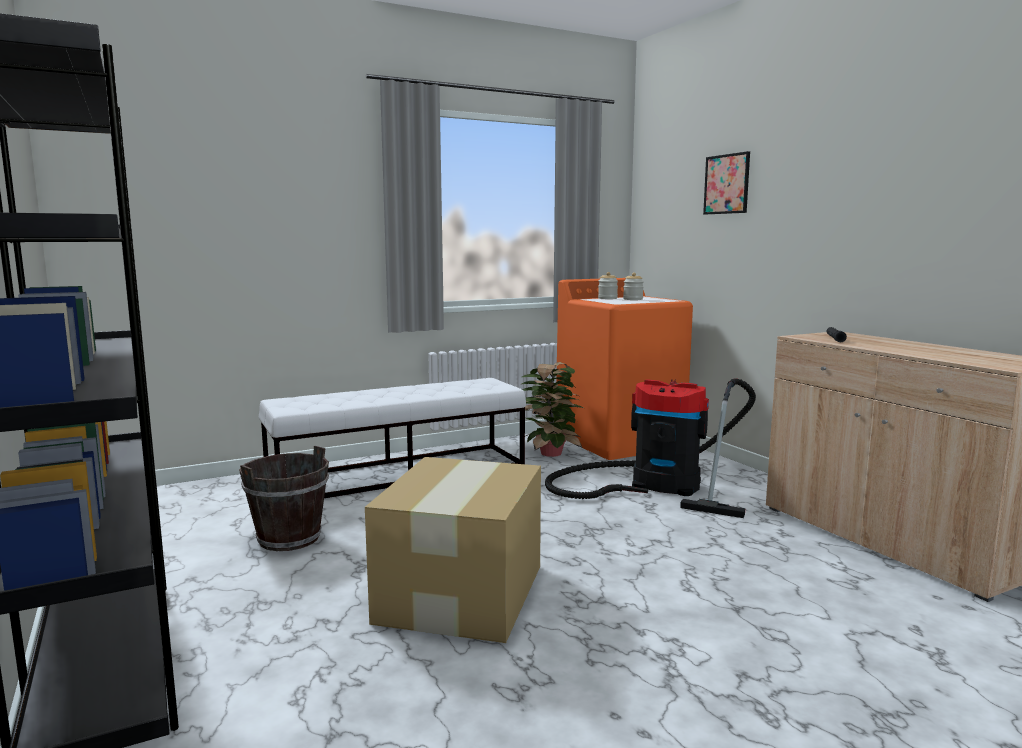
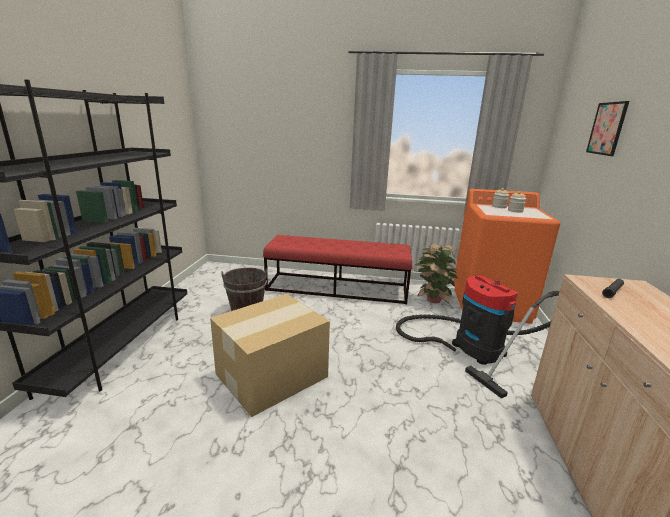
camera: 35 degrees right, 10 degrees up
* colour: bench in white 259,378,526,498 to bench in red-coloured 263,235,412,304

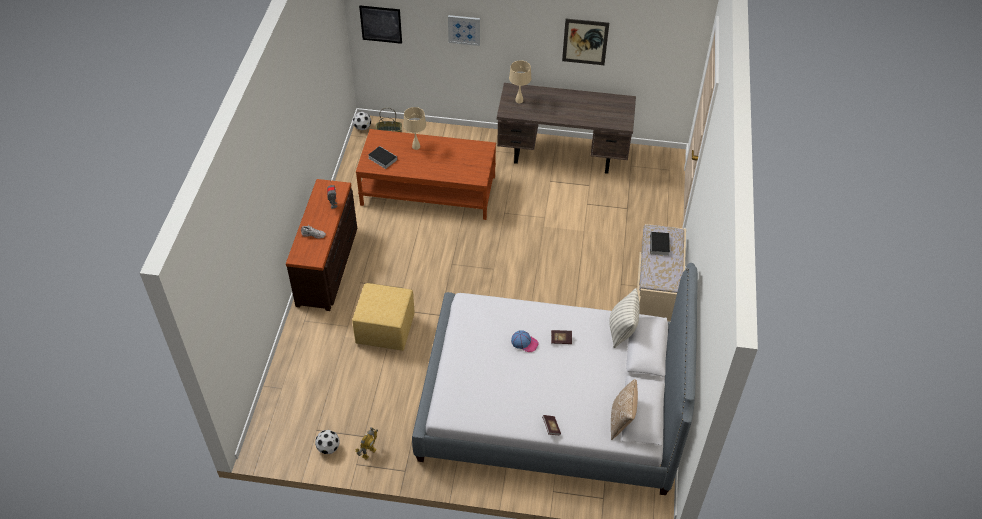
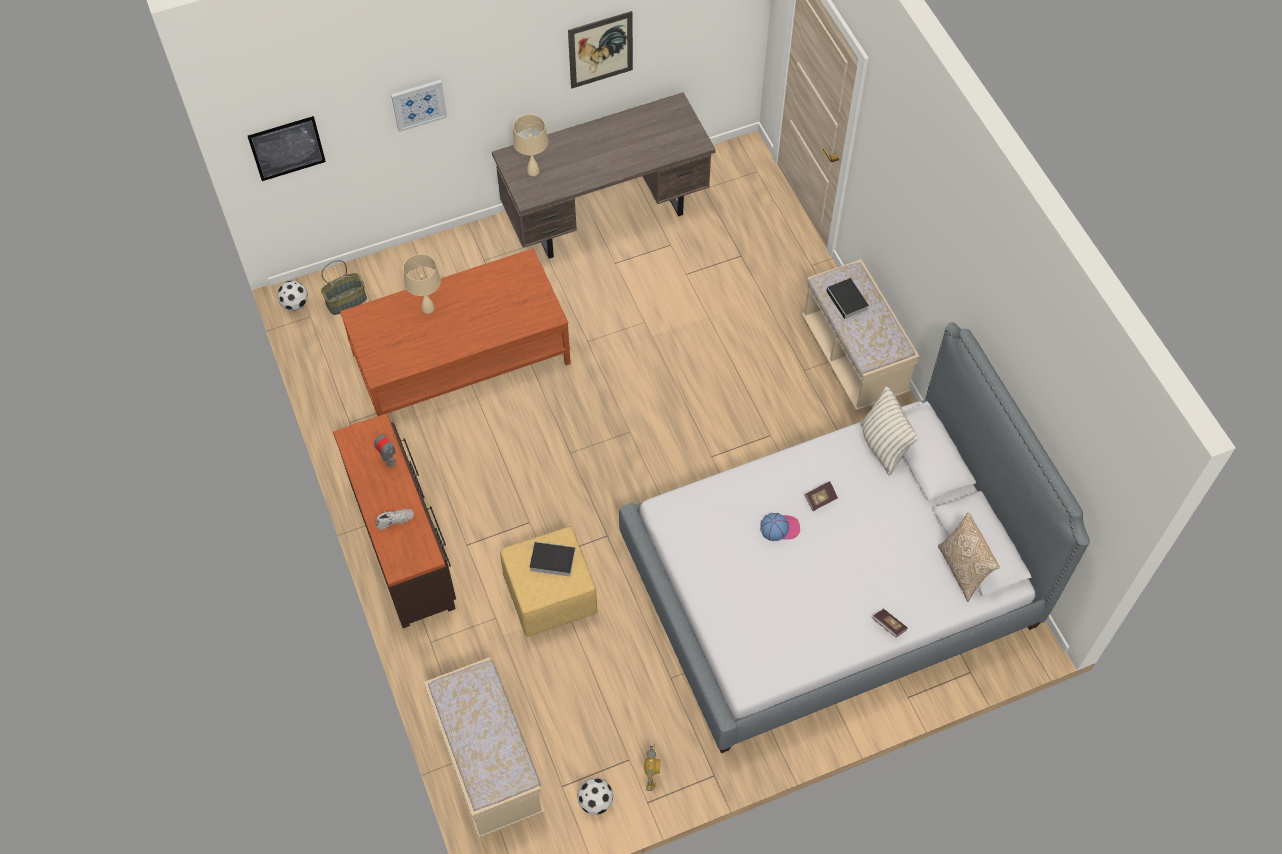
camera: 30 degrees left, 10 degrees up
* appeared: bench in beige-coloured 424,657,545,838
* relocated: book 368,146,397,169 to 527,542,575,577

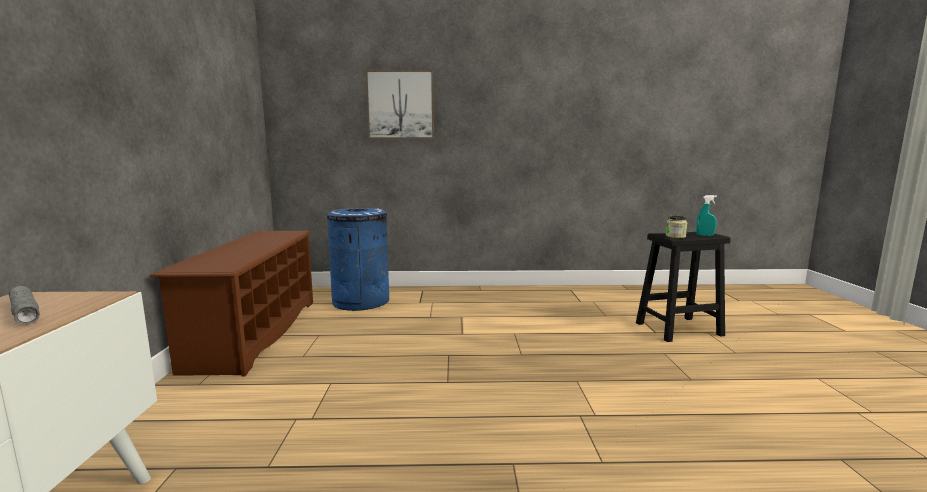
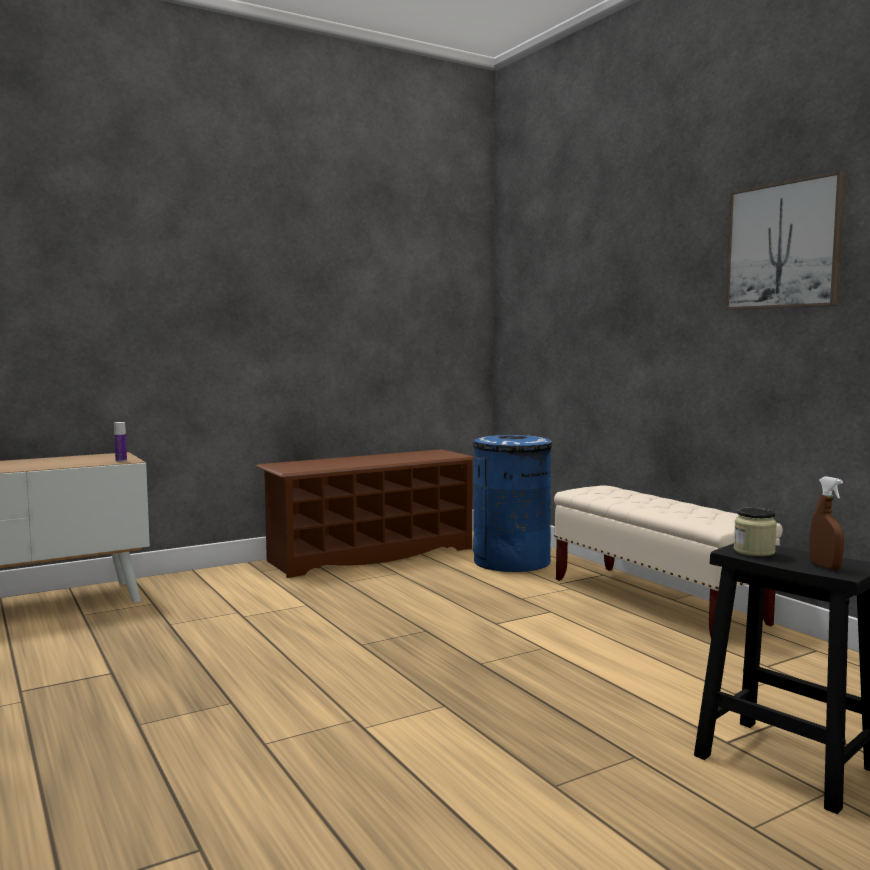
camera: 60 degrees right, 5 degrees down
* appeared: bottle 114,422,127,462
* appeared: bench in beige-coloured 554,485,783,637
* relocated: wall art 366,70,434,139 to 725,171,846,310
* colour: spray bottle in turquoise 696,195,717,236 to spray bottle in brown-coloured 809,476,844,570
* missing: hand torch in grey 9,286,40,324

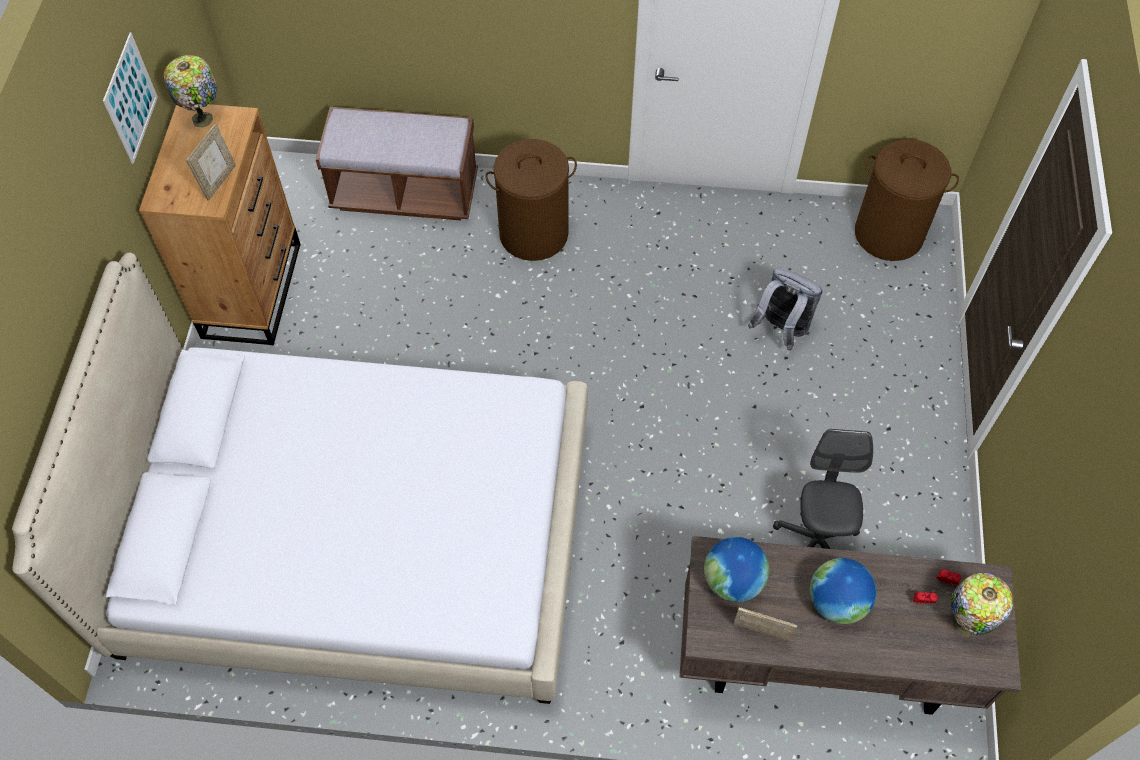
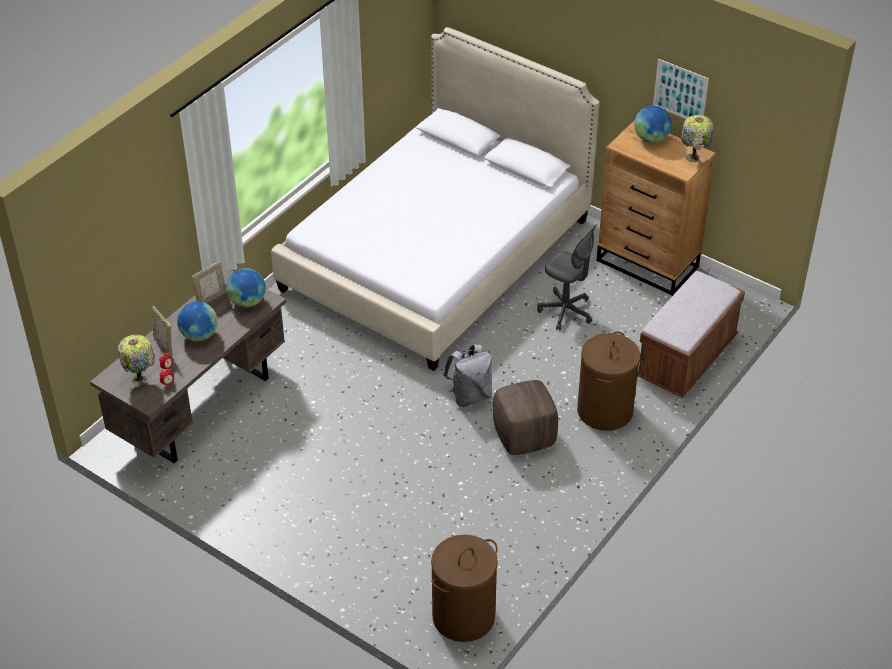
camera: 120 degrees right, 15 degrees down
* relocated: picture frame 186,124,236,201 to 153,306,171,357
* relocated: backpack in grey 748,268,823,350 to 443,345,492,407
* appeared: ottoman in brown-coloured 493,380,558,455
* relocated: computer chair in grey 773,429,873,549 to 537,225,596,330
* appeared: globe 634,105,672,143

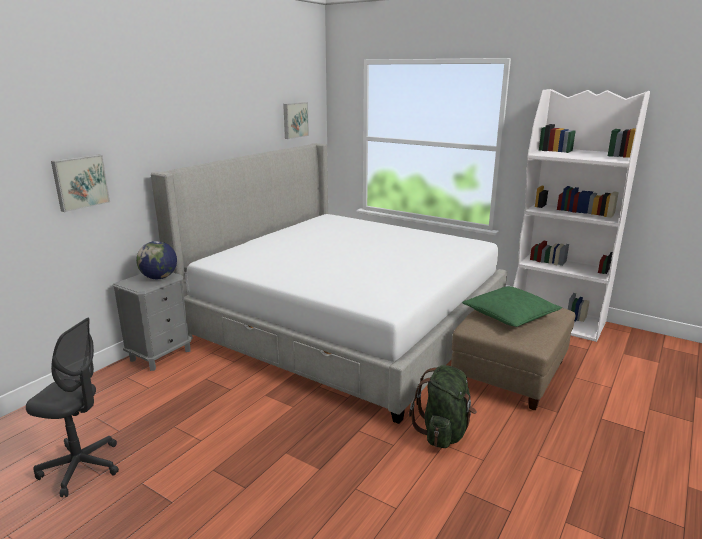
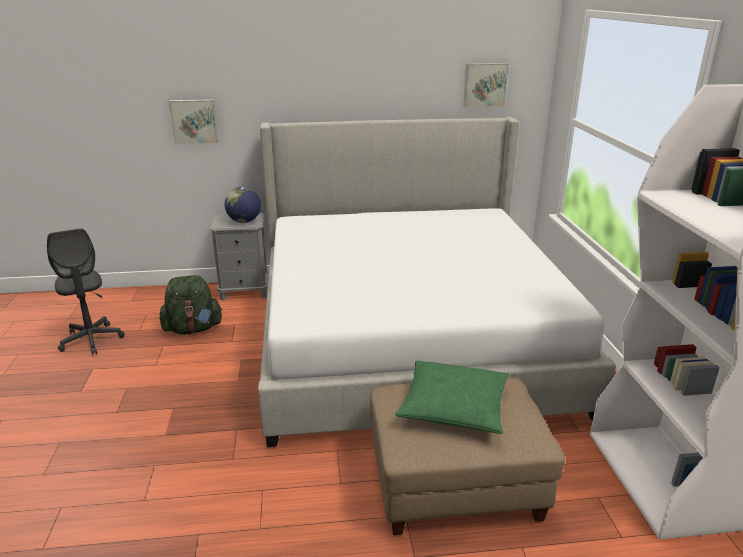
camera: 50 degrees right, 5 degrees up
* relocated: backpack in green-coloured 409,365,477,448 to 159,275,223,334

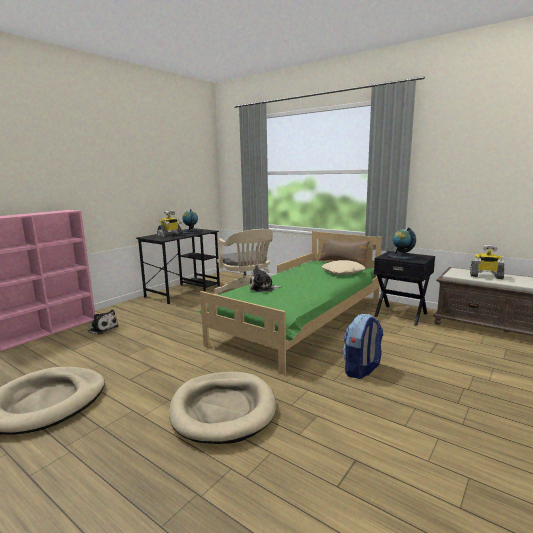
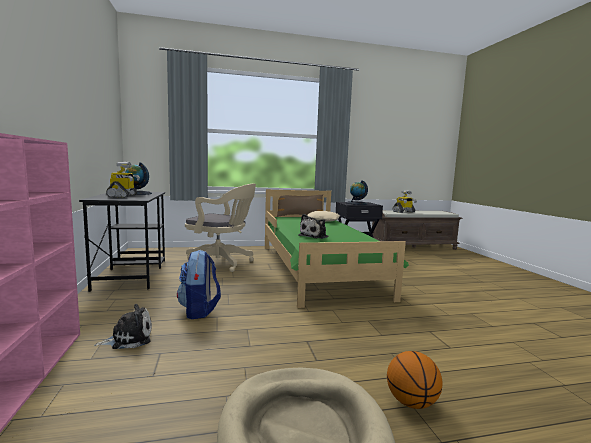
camera: 50 degrees left, 5 degrees down
* relocated: backpack 343,314,383,379 to 177,250,221,319
* appeared: basketball ball 387,351,442,409
* missing: dog bed in beige-coloured 169,372,276,444

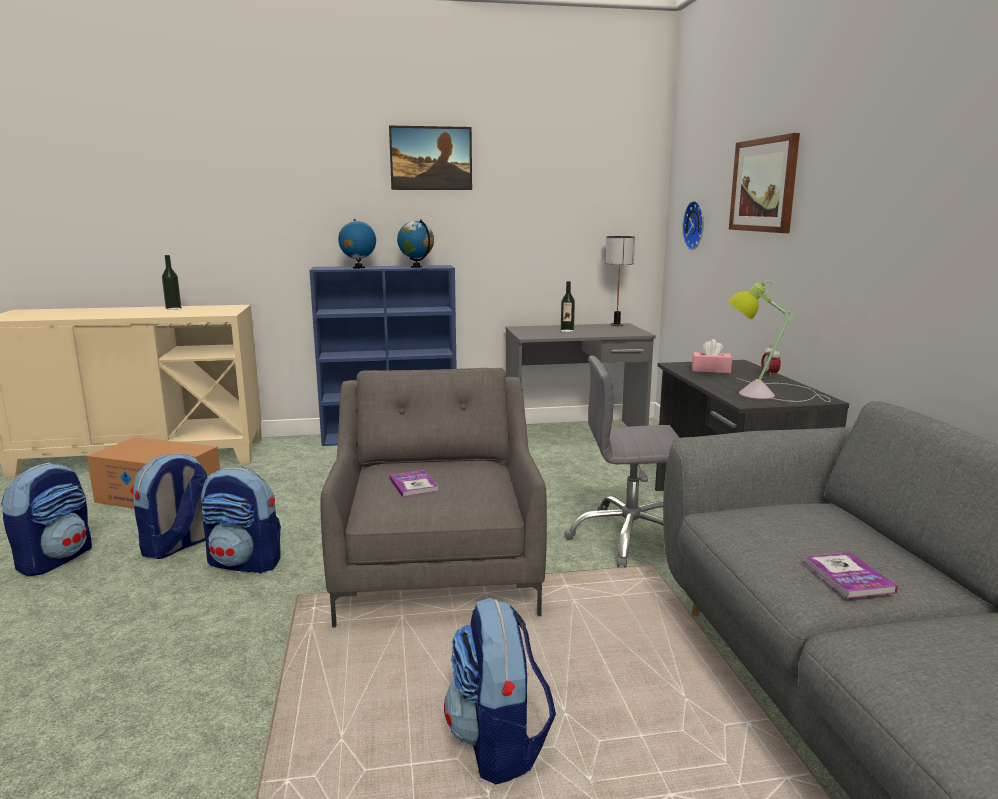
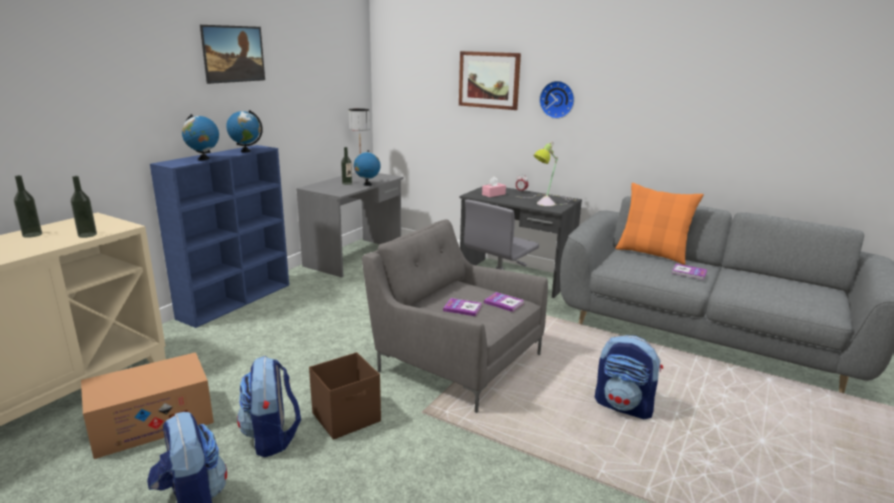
camera: 50 degrees left, 5 degrees up
* appeared: bottle 71,176,97,238
* exchanged: backpack 201,467,281,574 to storage container in brown-coloured 309,352,381,440
* appeared: globe 354,150,381,186
* appeared: book 484,292,524,312
* relocated: wall clock 682,201,704,250 to 539,81,575,119
* appeared: cushion in orange 615,183,704,265

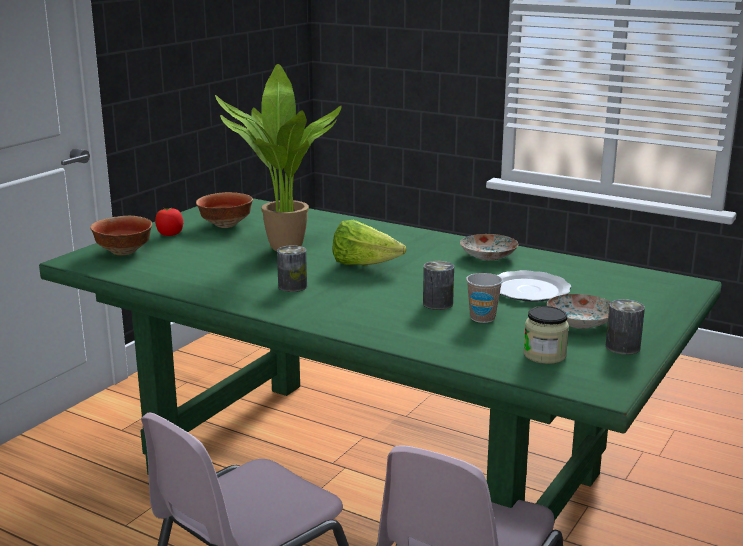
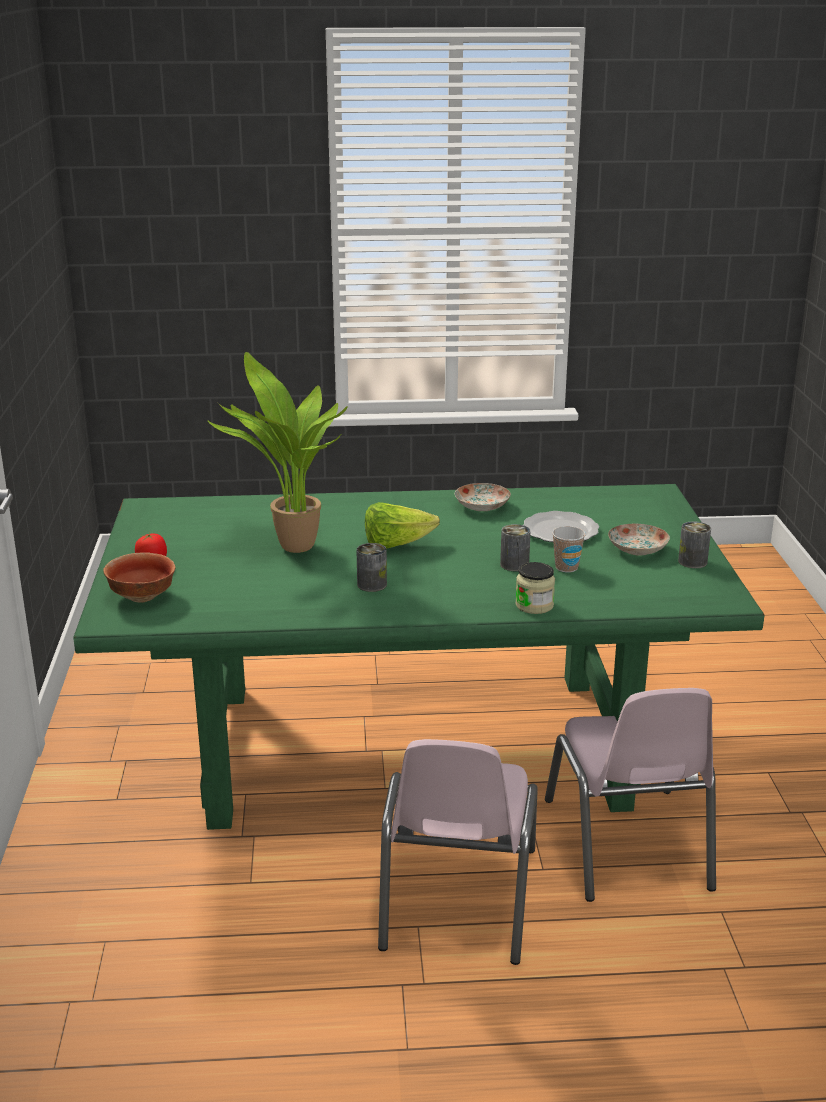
camera: 35 degrees left, 5 degrees up
* relocated: storage jar 523,306,569,364 to 515,562,555,614
* missing: bowl 196,192,253,228

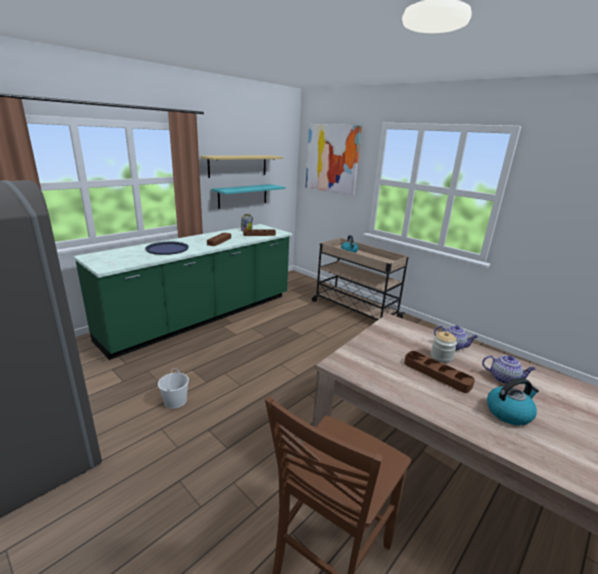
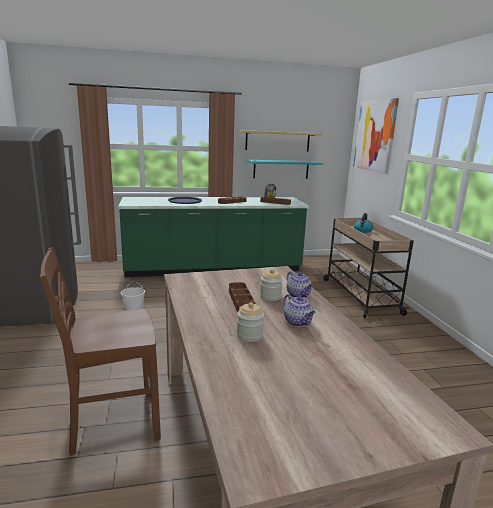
camera: 35 degrees right, 5 degrees down
* exchanged: tea kettle 487,377,539,425 to storage jar 237,302,264,342

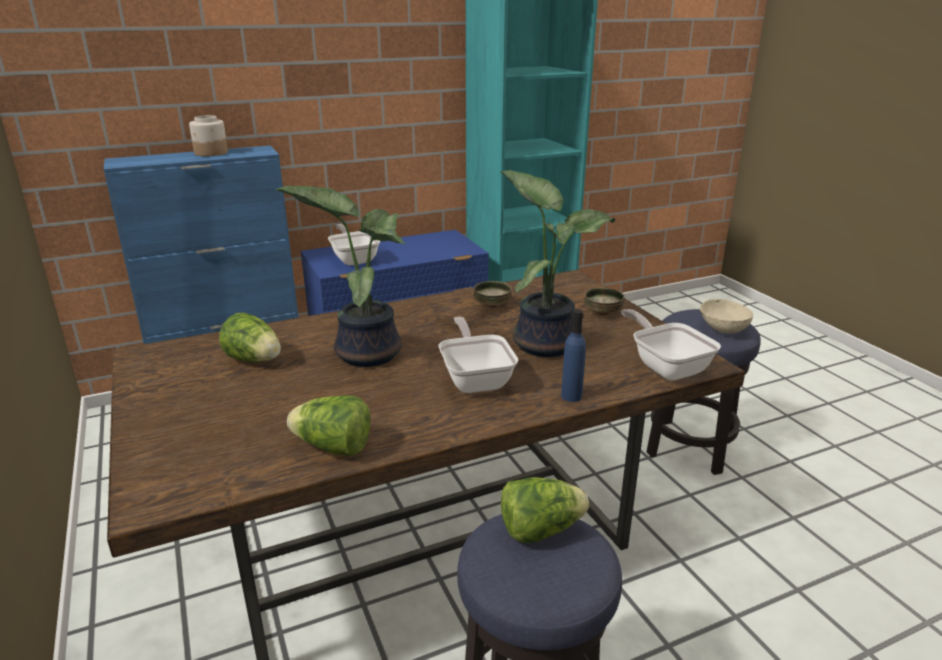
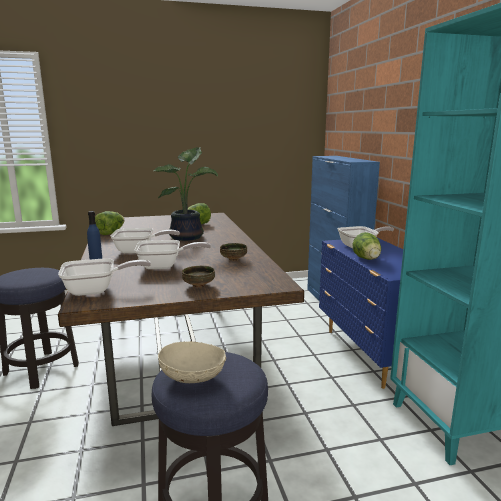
camera: 100 degrees right, 10 degrees down
* exchanged: houseplant 500,170,615,357 to frying pan 134,240,211,269
* relocated: lettuce 501,477,589,543 to 353,232,381,260
* missing: storage jar 189,115,228,156

